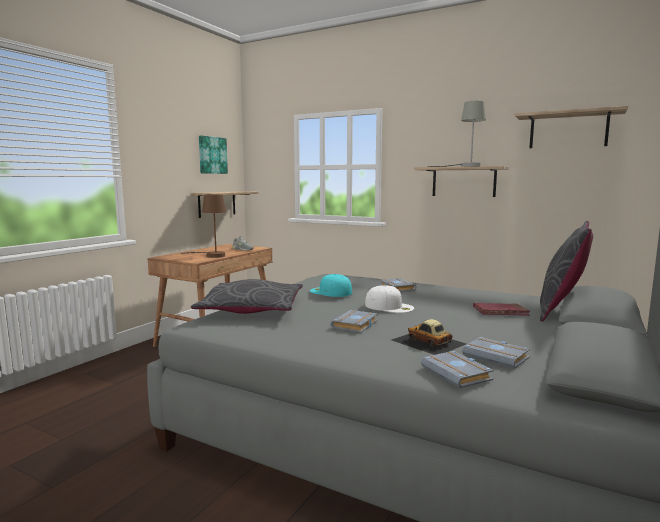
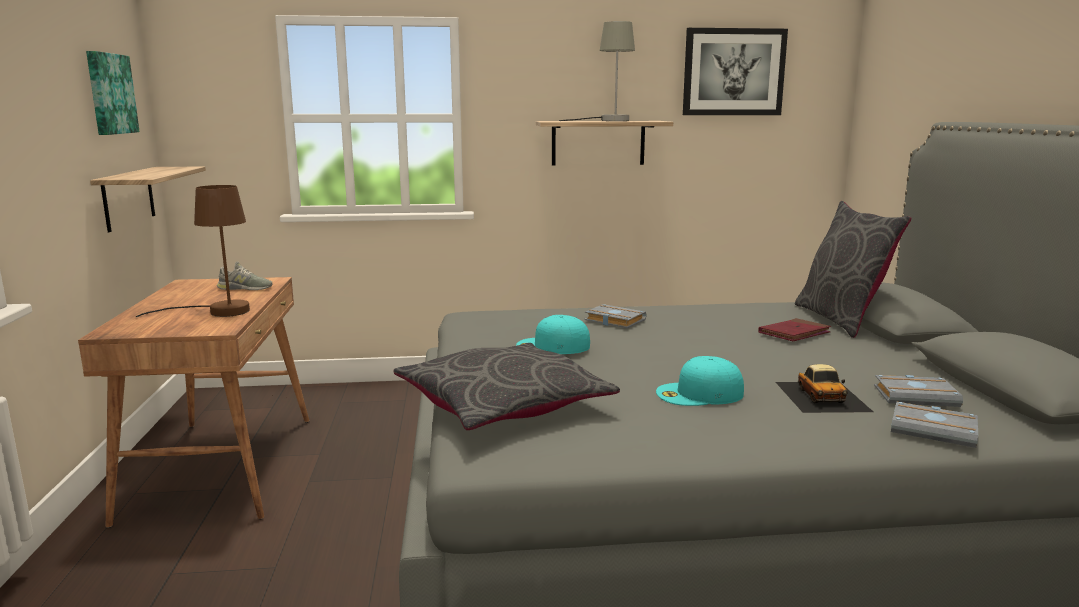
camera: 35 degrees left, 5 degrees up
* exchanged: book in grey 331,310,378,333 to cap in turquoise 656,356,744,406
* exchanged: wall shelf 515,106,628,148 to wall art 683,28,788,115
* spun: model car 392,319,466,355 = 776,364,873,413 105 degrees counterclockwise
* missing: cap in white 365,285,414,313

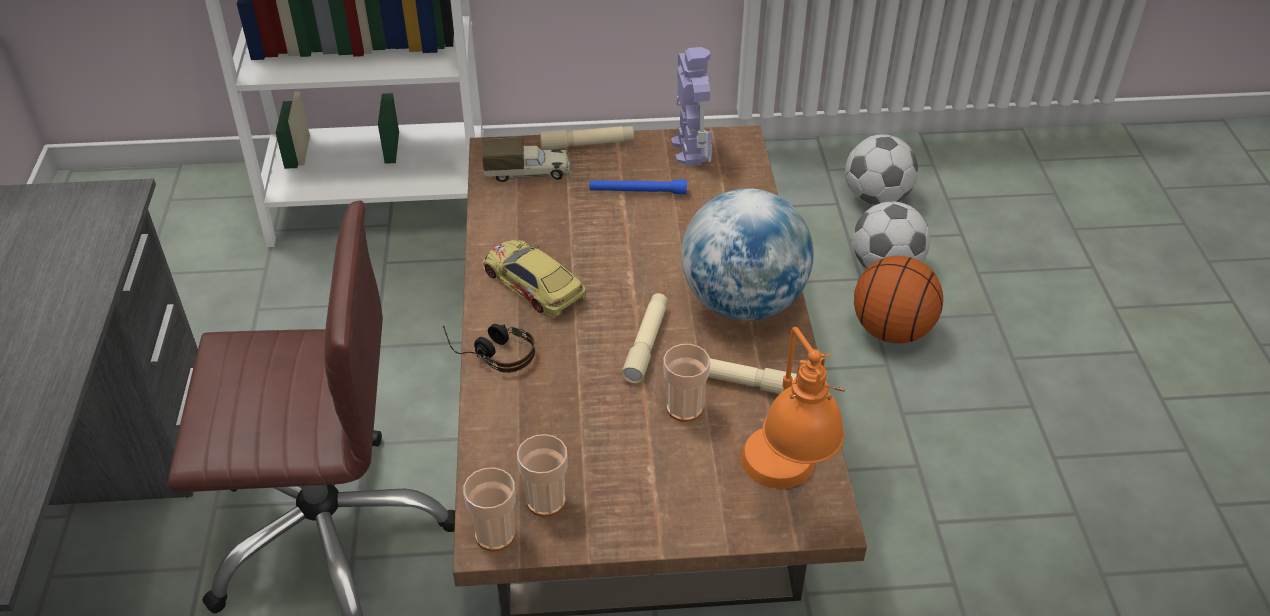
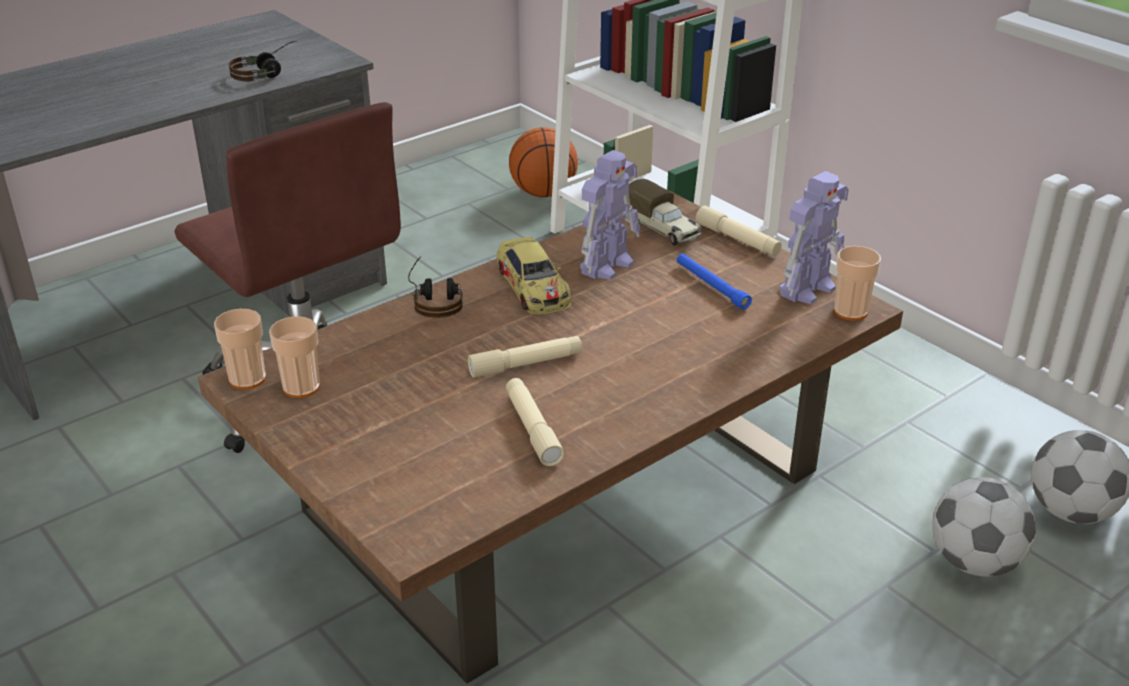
camera: 55 degrees right, 10 degrees down
* appeared: pair of headphones 228,41,296,82
* spun: model car 483,240,586,318 = 497,237,571,315 150 degrees clockwise
* relocated: basketball ball 854,256,943,343 to 509,127,578,197
* appeared: robot figure 580,150,640,280
* relocated: drinking cup 663,344,710,422 to 834,246,881,321
* missing: globe 681,188,814,321
* missing: table lamp in orange 741,327,845,488

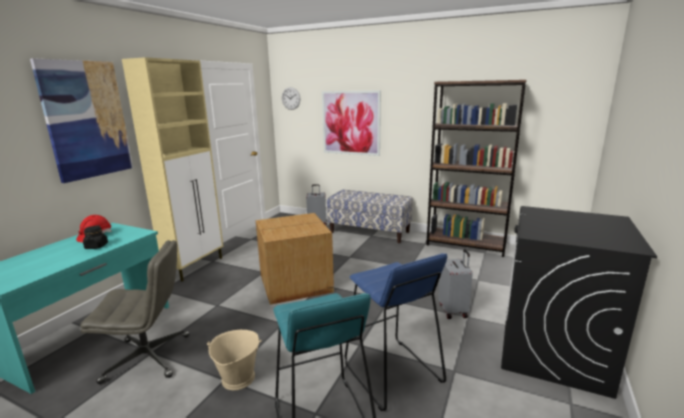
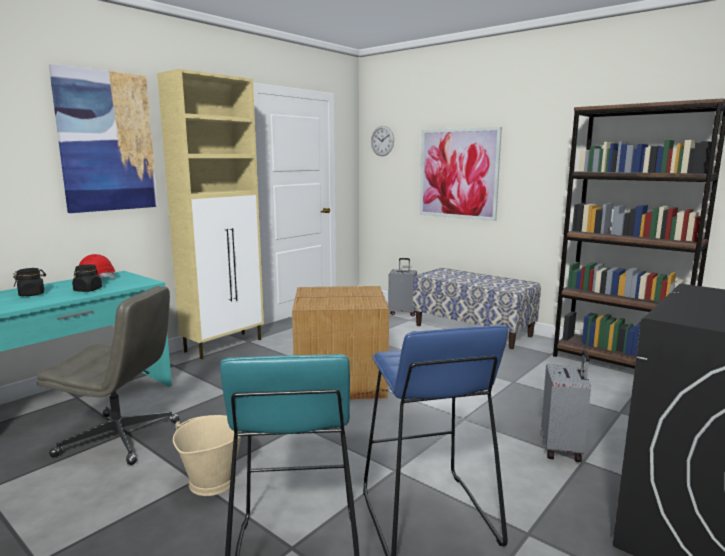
camera: 15 degrees right, 5 degrees down
* appeared: storage jar in black 13,268,46,296

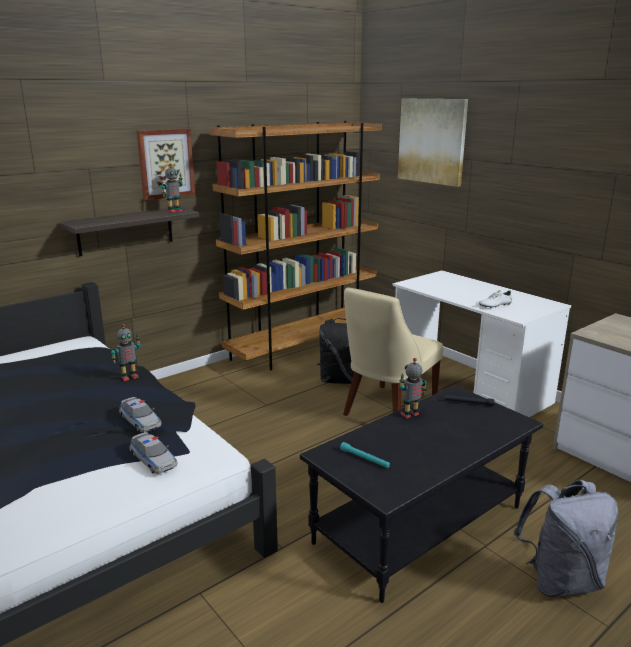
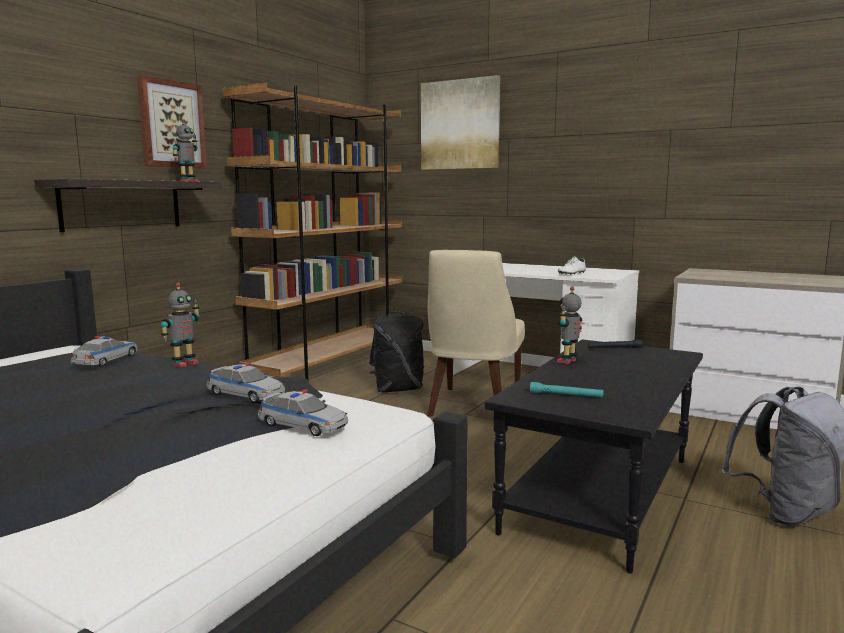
camera: 20 degrees left, 10 degrees down
* appeared: model car 70,336,138,367

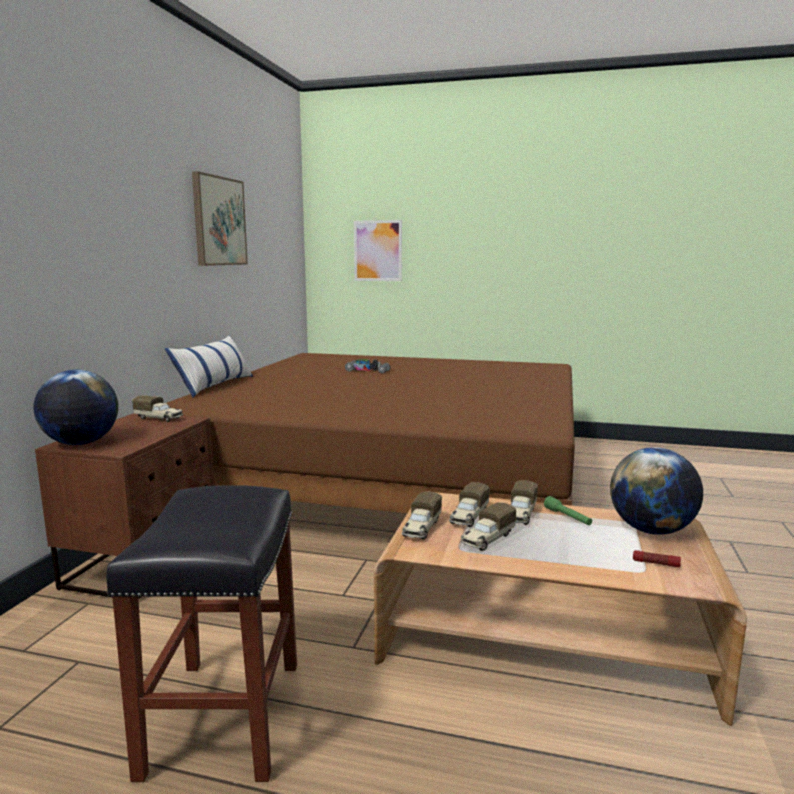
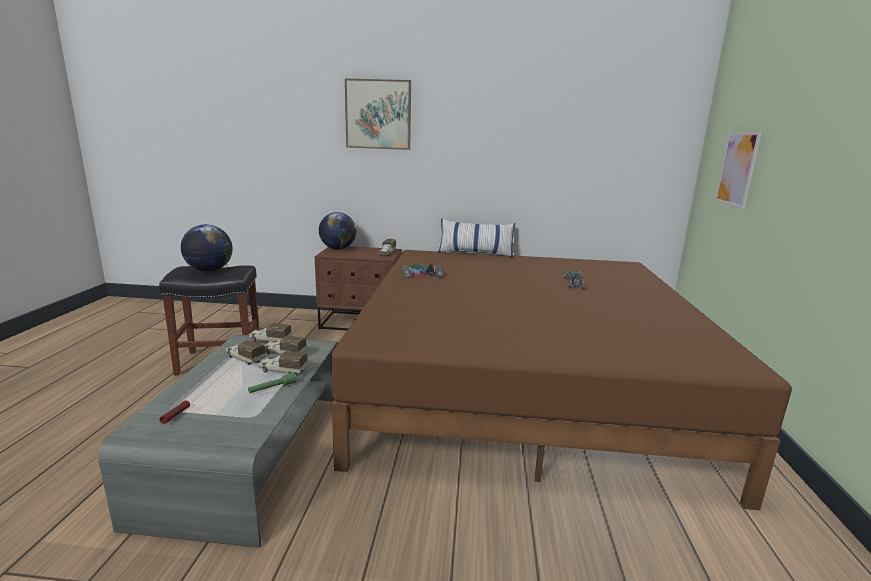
camera: 80 degrees right, 5 degrees up
* colour: low table in brown-coloured 374,492,747,726 to low table in grey 98,334,338,548
* relocated: globe 610,447,703,535 to 181,224,233,272
* relocated: wall art 192,171,248,266 to 345,78,411,150
* appeared: model car 402,264,444,278

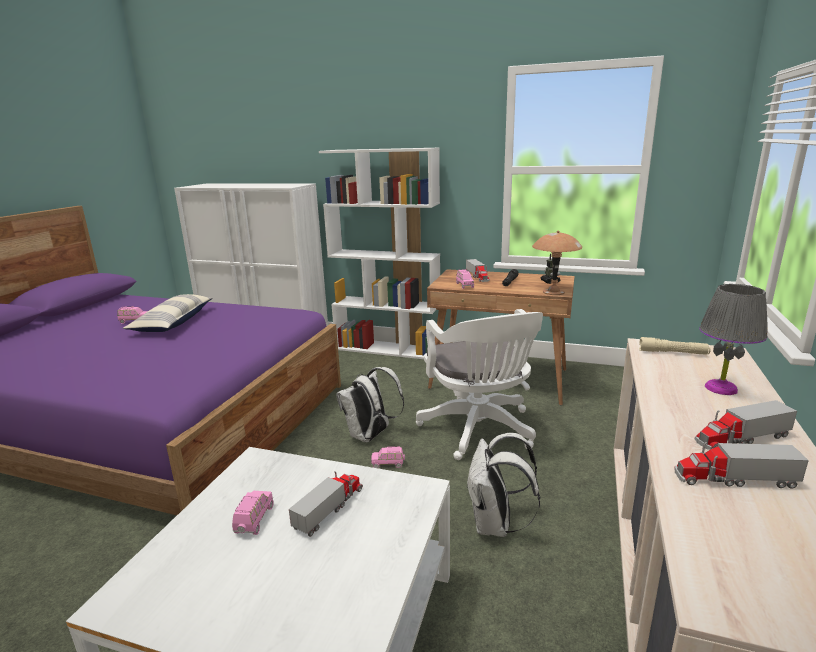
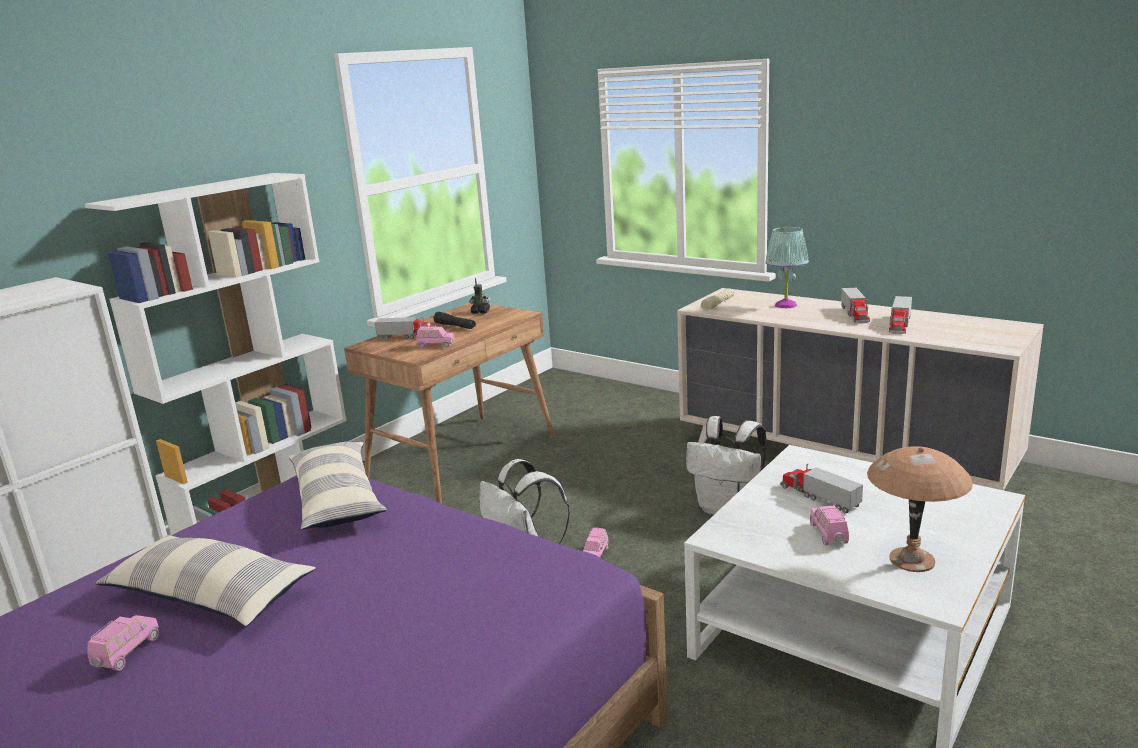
camera: 70 degrees left, 0 degrees up
* appeared: cushion 289,442,387,530
* colour: table lamp in grey 699,284,768,395 to table lamp in turquoise 765,227,809,308
* spun: model car in pink 232,491,273,535 = 810,506,849,545 60 degrees clockwise
* relocated: table lamp in brown-coloured 532,230,582,295 to 867,446,973,572
* missing: computer chair in white 416,309,543,460

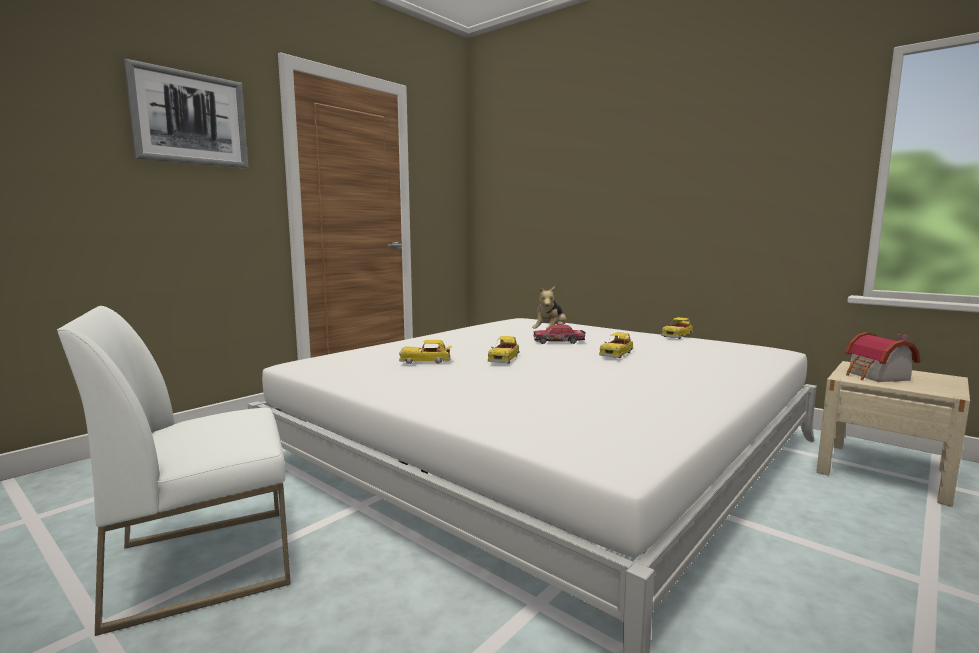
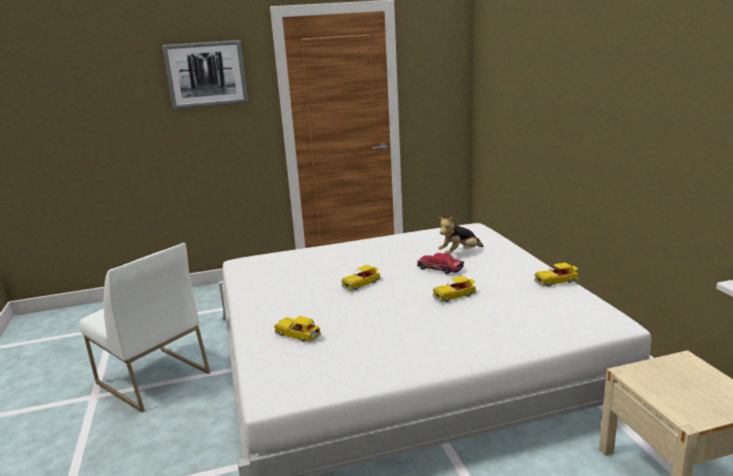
camera: 35 degrees right, 10 degrees up
* spun: upright chair in white 57,306,291,636 = 79,243,210,412 150 degrees counterclockwise
* relocated: model car 399,340,452,364 to 274,316,321,342
* missing: model house 845,332,920,382

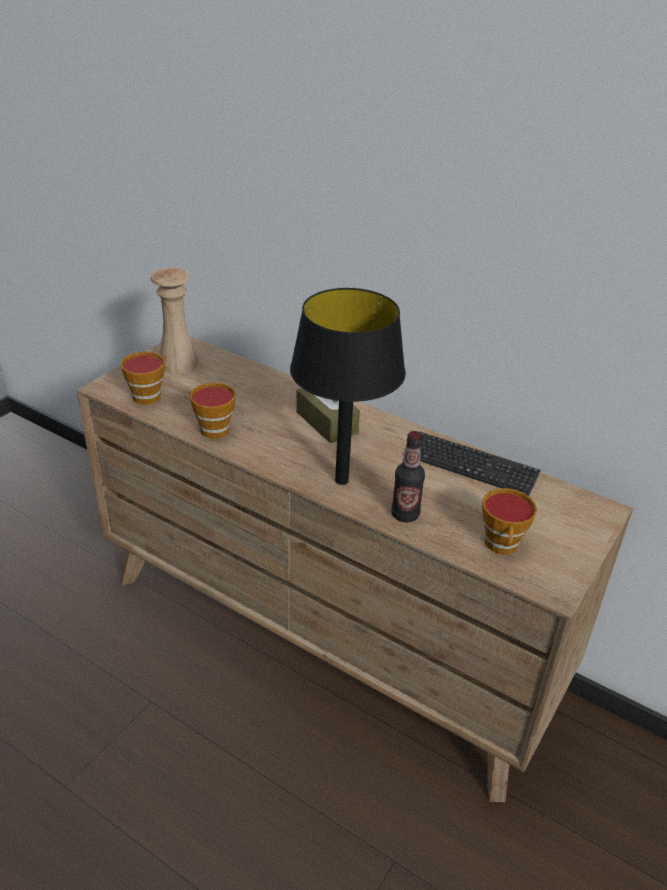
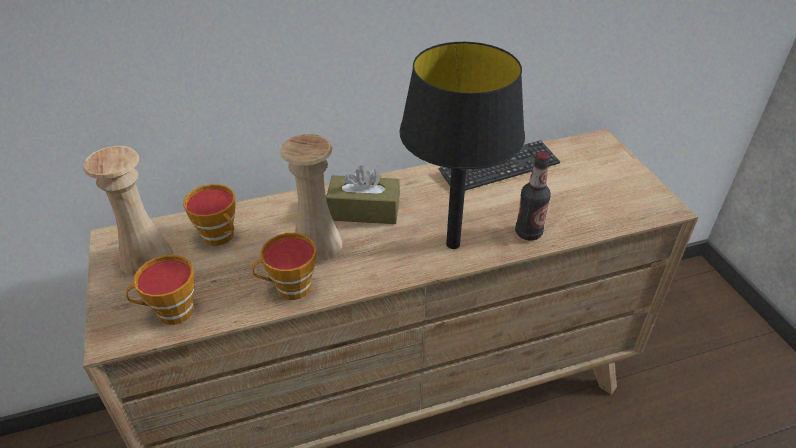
camera: 50 degrees left, 5 degrees up
* relocated: drinking cup 482,488,537,554 to 183,184,235,246
* appeared: vase in beige-coloured 280,134,342,262

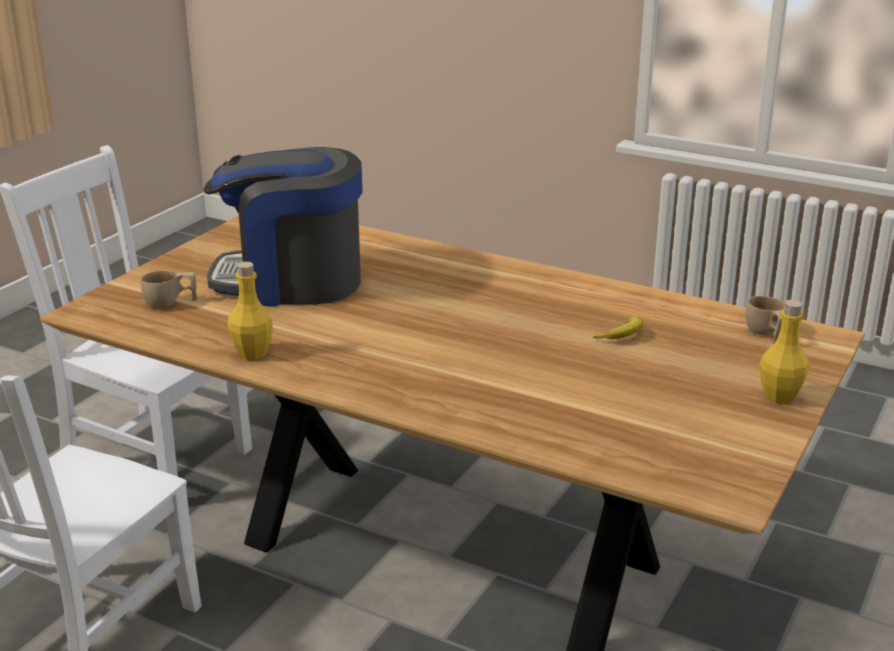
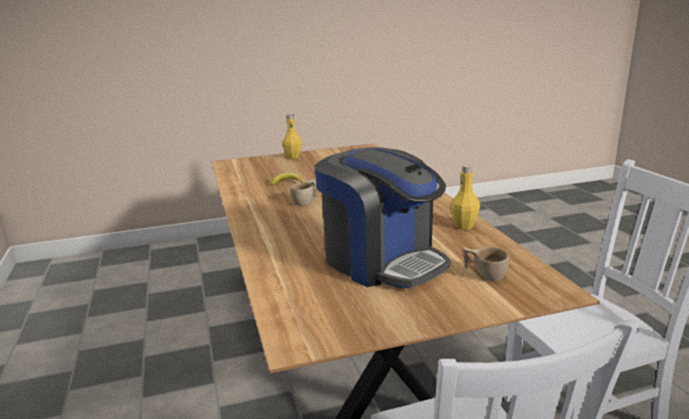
camera: 135 degrees left, 5 degrees down
* relocated: drinking cup in beige-coloured 745,296,784,344 to 290,179,318,206

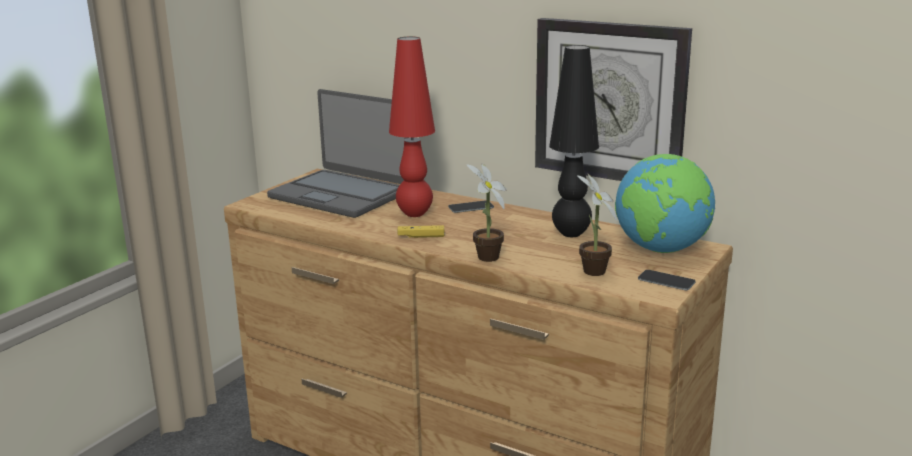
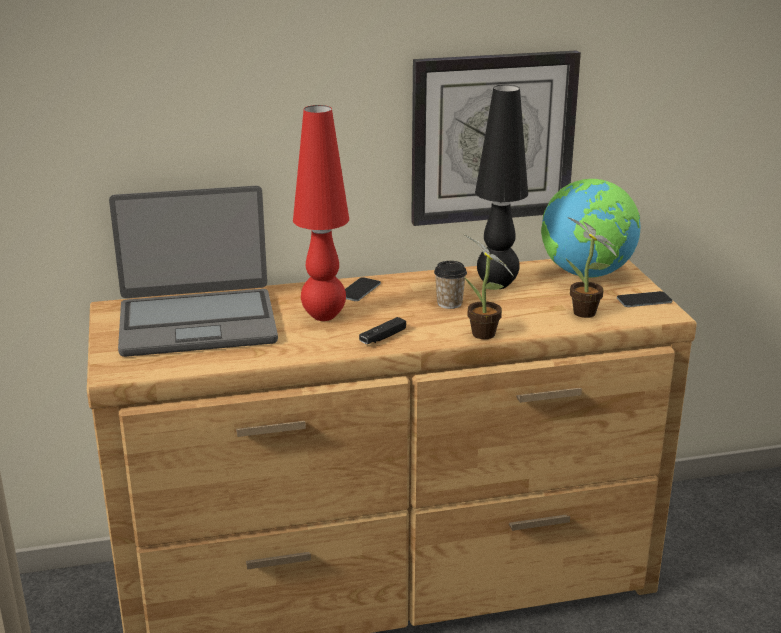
camera: 45 degrees left, 5 degrees up
* colour: joypad in yellow 397,225,444,238 to joypad in black 359,317,406,344
* appeared: drinking cup 434,261,467,309

